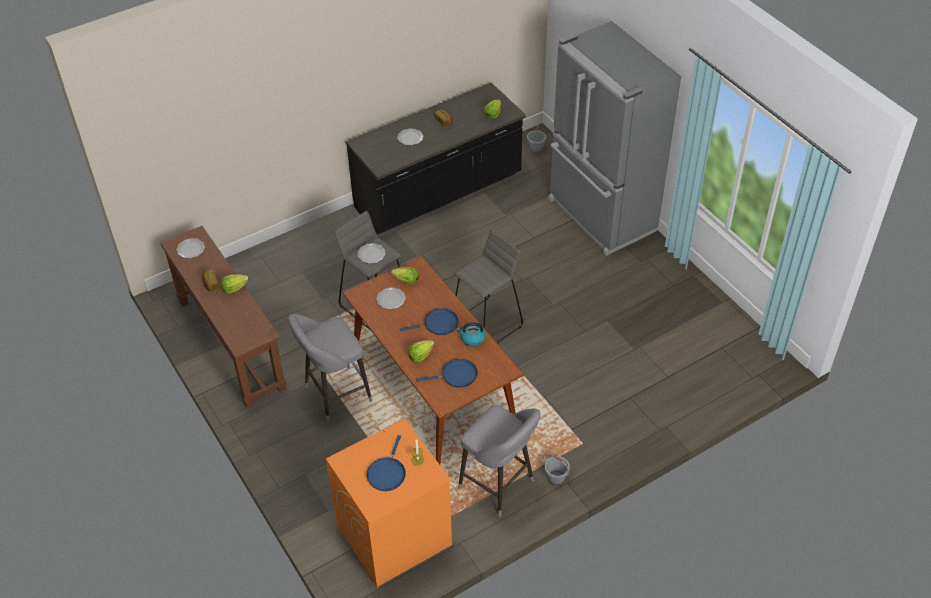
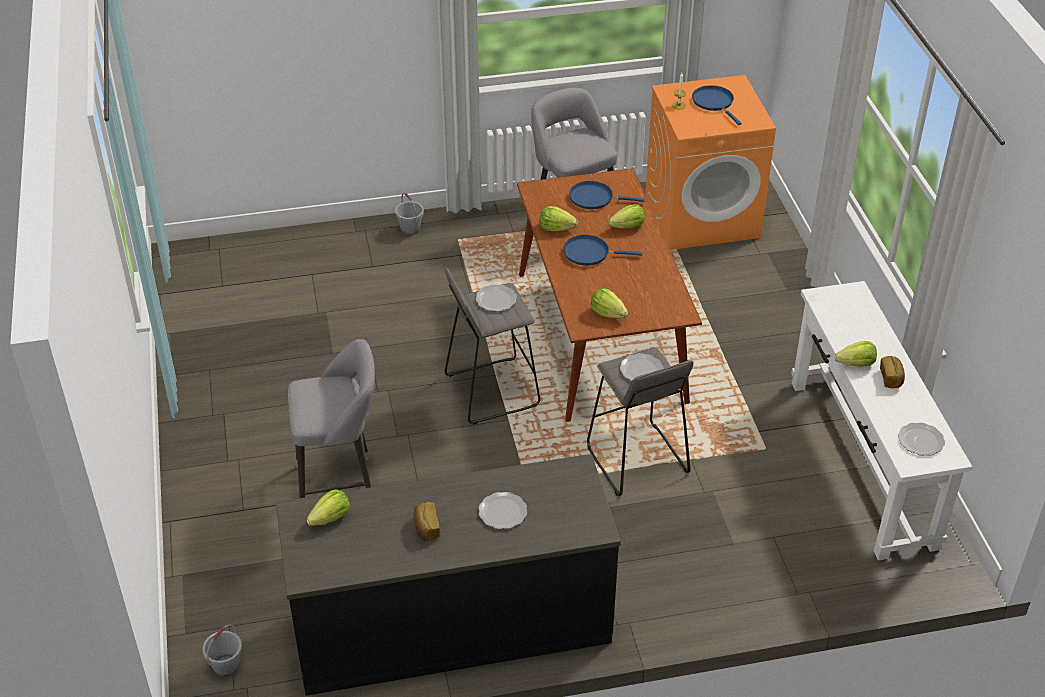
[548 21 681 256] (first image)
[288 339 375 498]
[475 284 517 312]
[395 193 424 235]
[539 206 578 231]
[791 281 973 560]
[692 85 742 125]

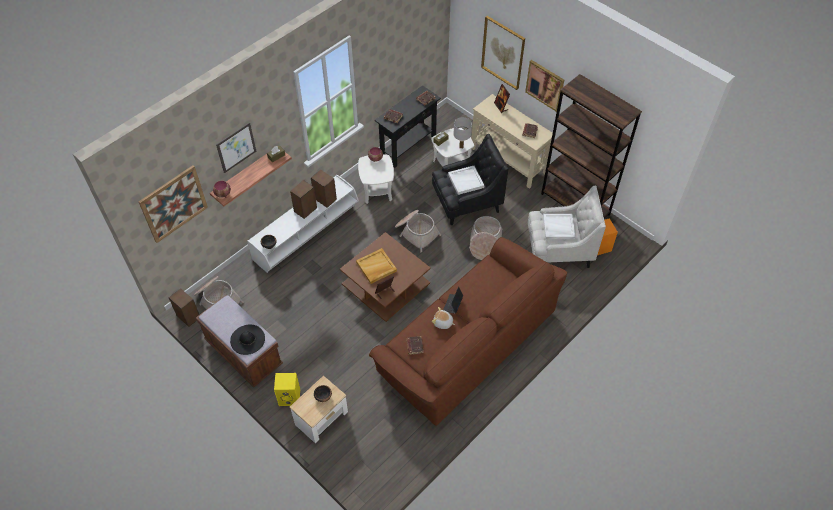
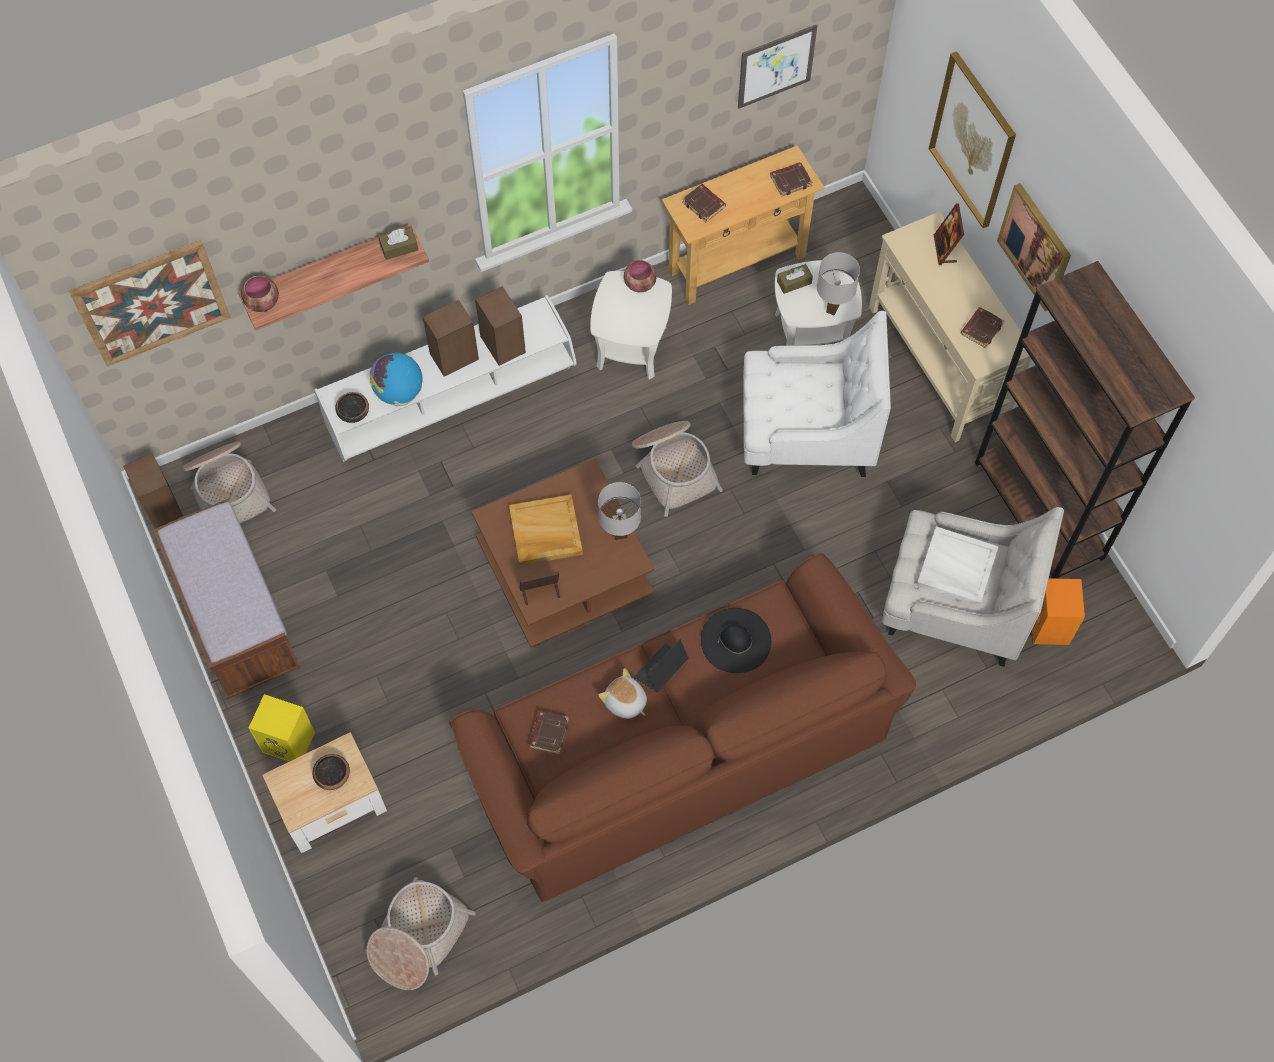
[448 166 484 195] (first image)
[370 353 423 406]
[598 482 641 540]
[738 25 817 109]
[701 608 771 673]
[367 877 476 990]
[662 145 825 305]
[743 311 891 477]

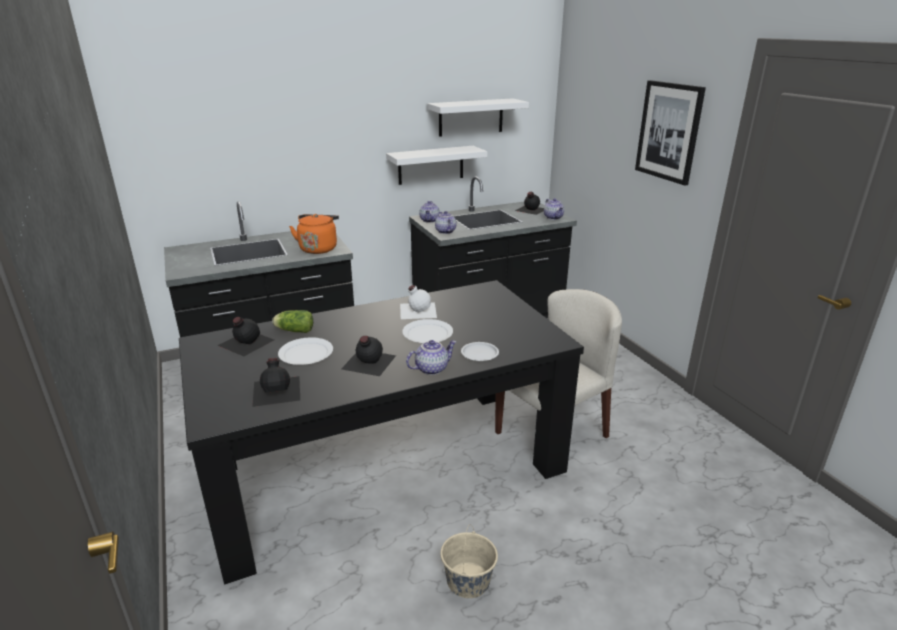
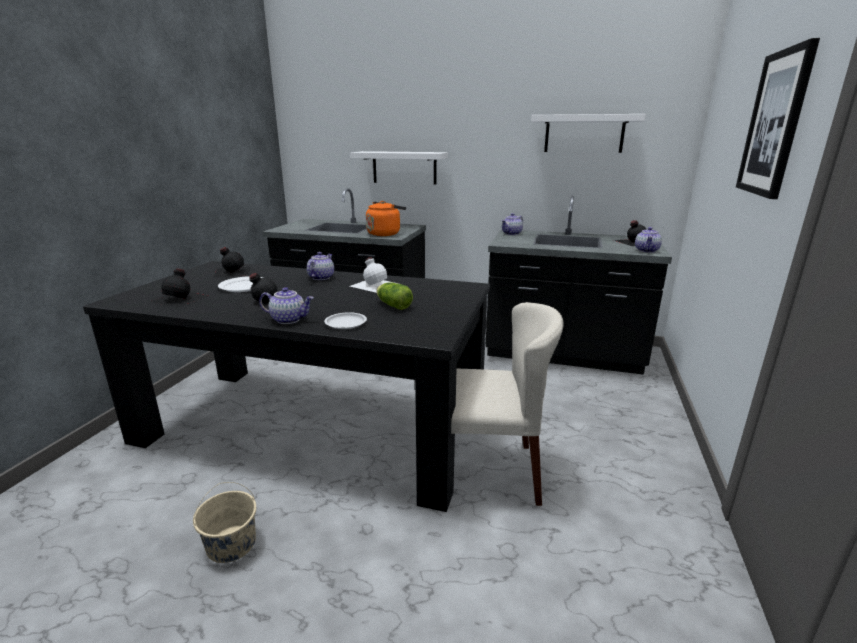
[402 319 453 343] (first image)
[376 283 413 310]
[350 151 448 184]
[307 252 334 280]

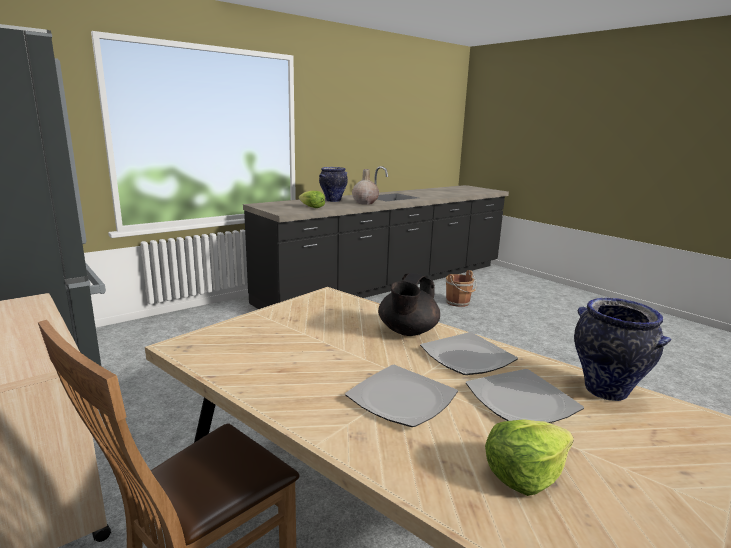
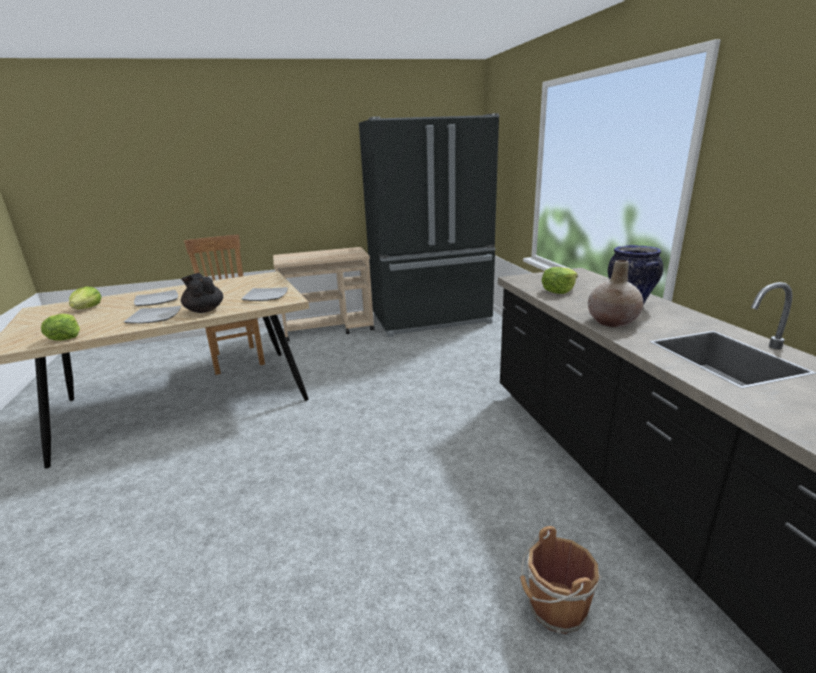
[242 287 288 301]
[41 313 80 341]

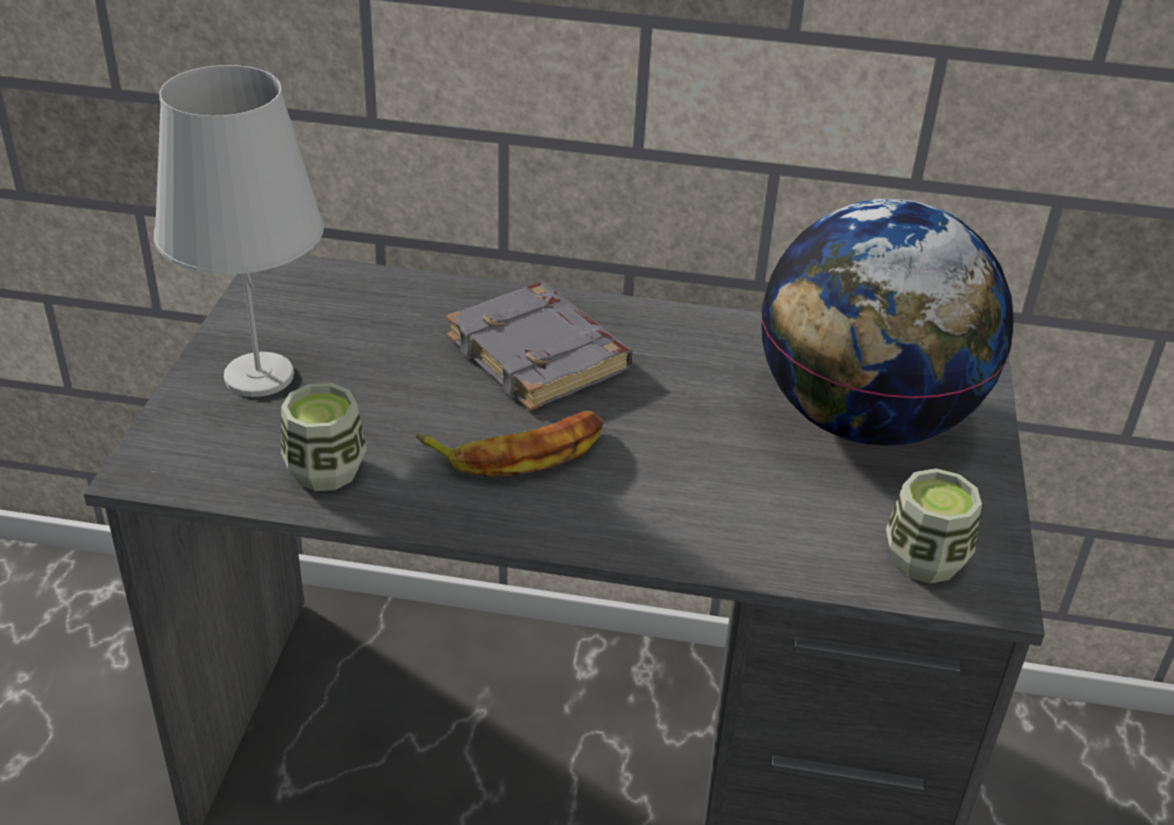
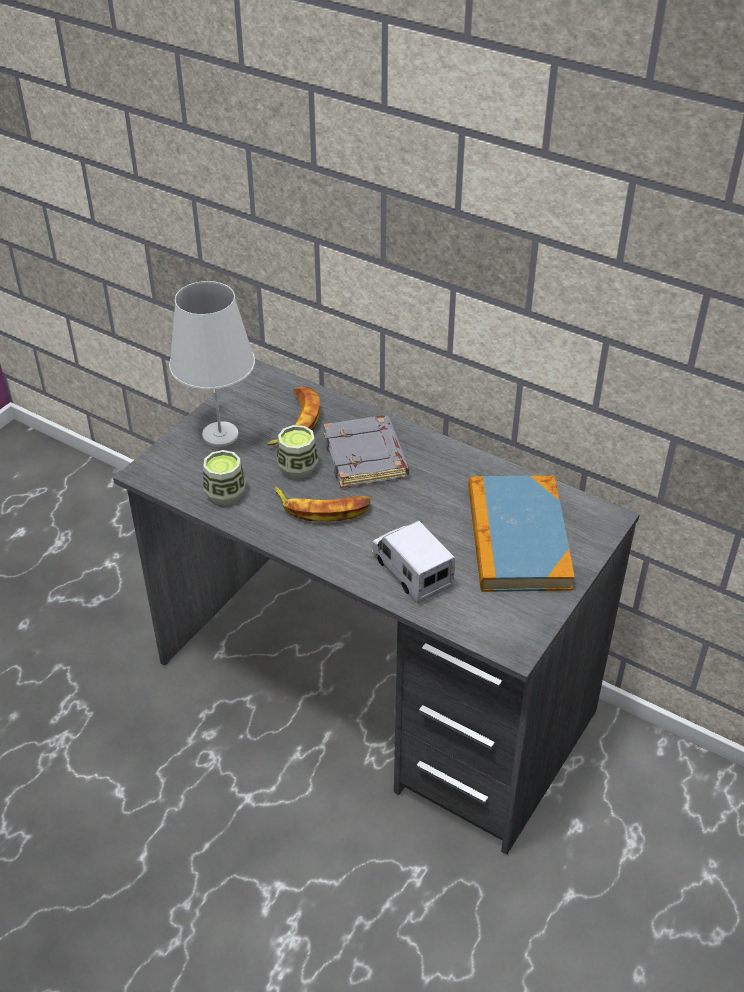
[267 386 320 445]
[371 521 455 604]
[277 425 318 479]
[468 476 575 592]

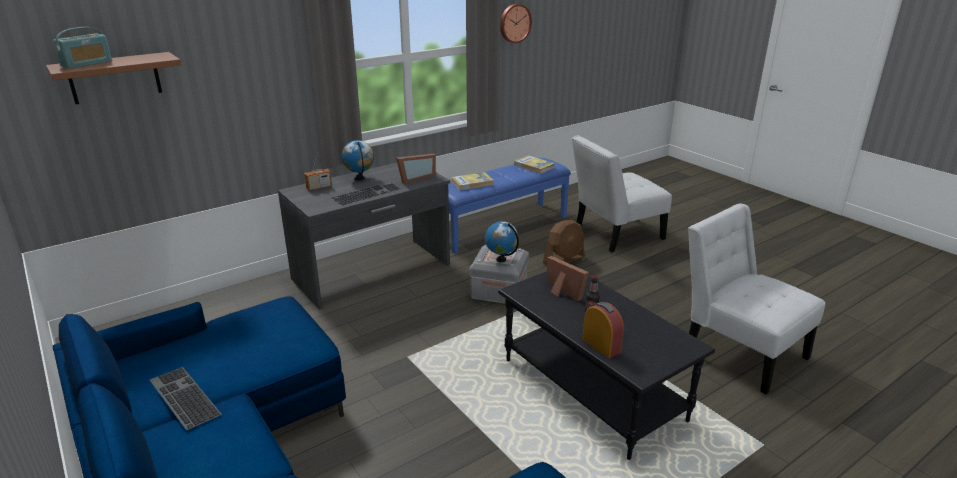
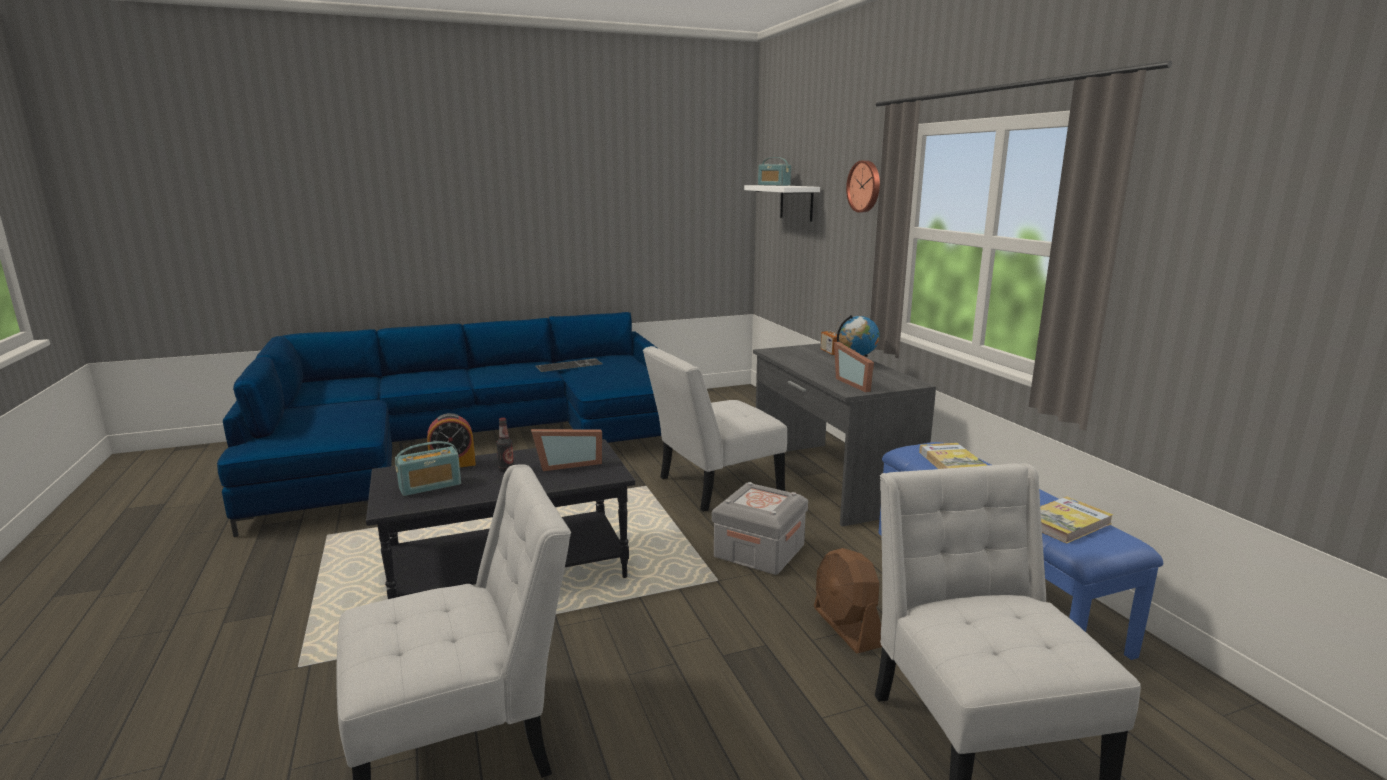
[331 181 401 206] (first image)
[485 221 519 262] (first image)
[395 441 461 496]
[643 346 787 512]
[846 160 880 213]
[744 185 820 221]

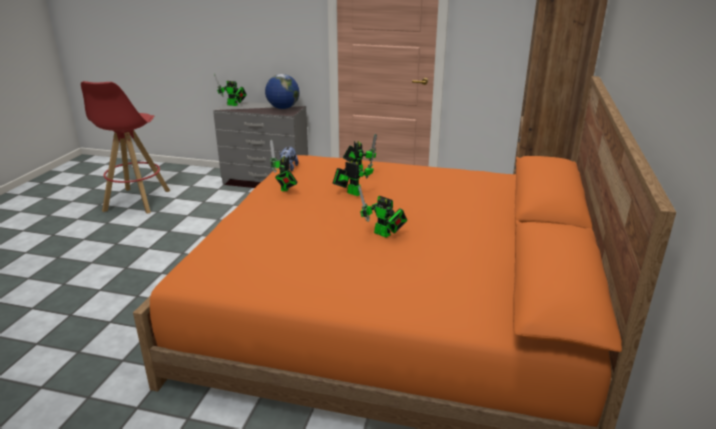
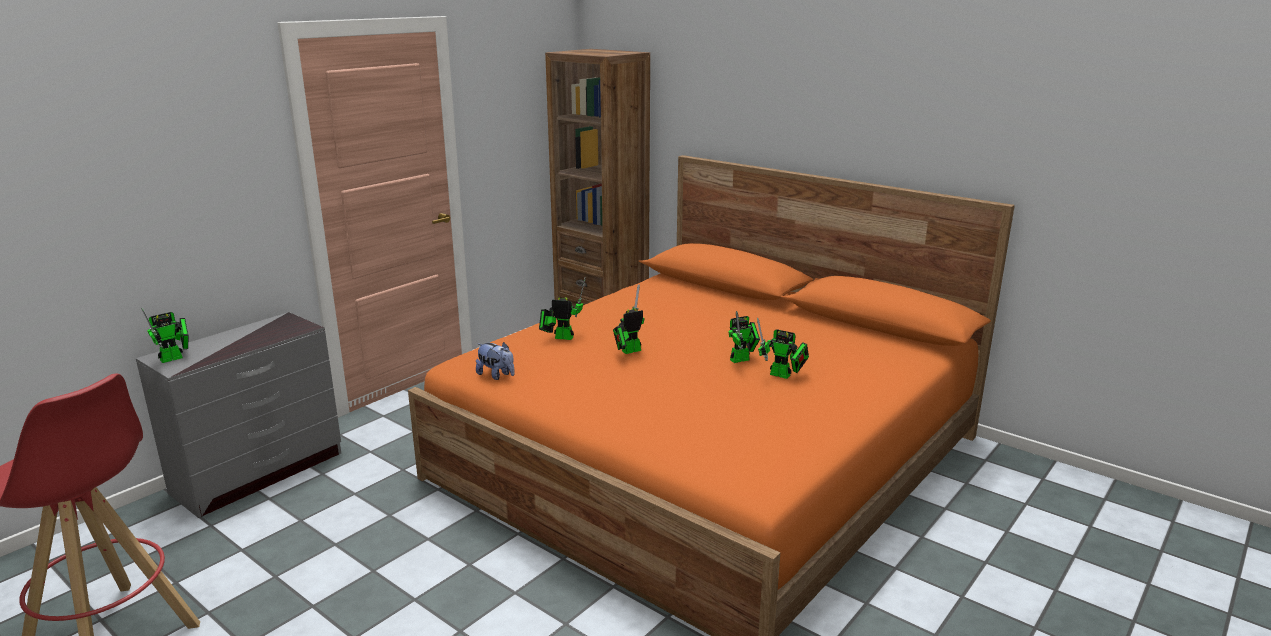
[265 74 300 109] (first image)
[757 318 809 379]

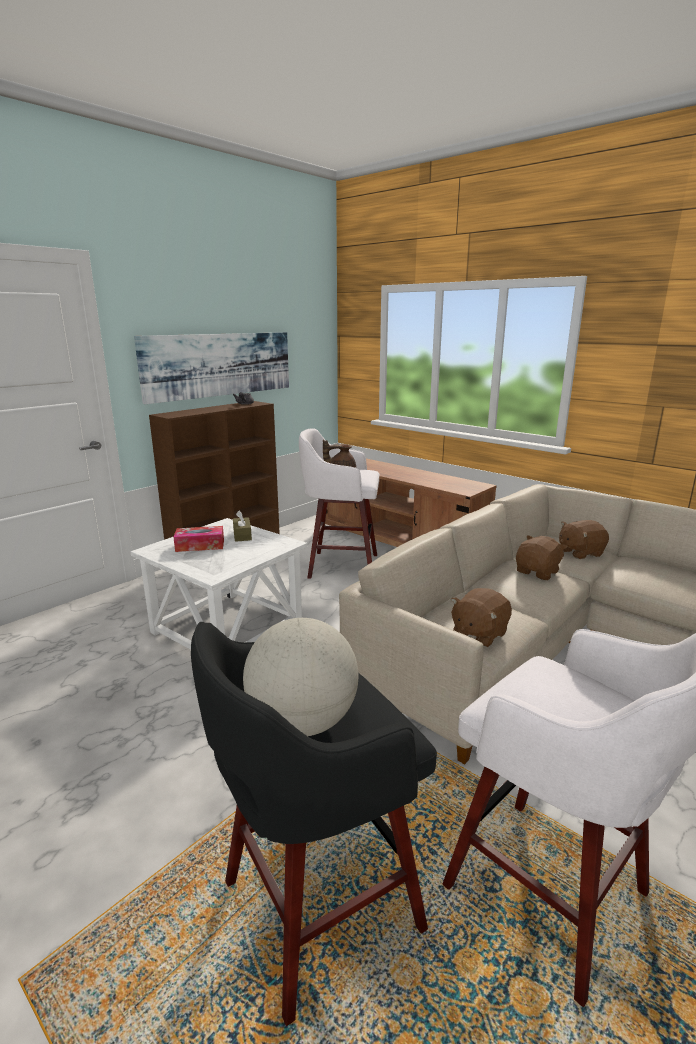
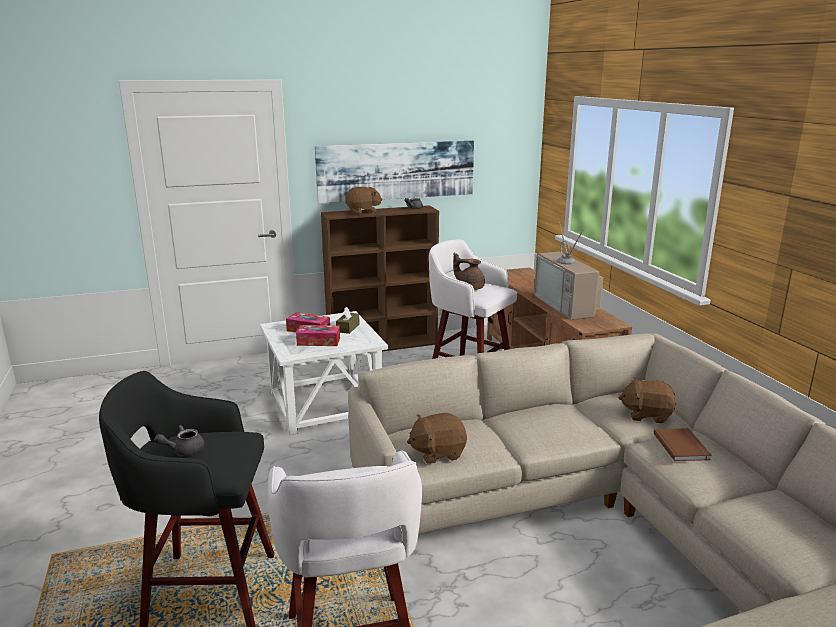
[296 325 340 346]
[534 218 603 320]
[654 428 712 461]
[345 187 383 214]
[154 425 205 456]

